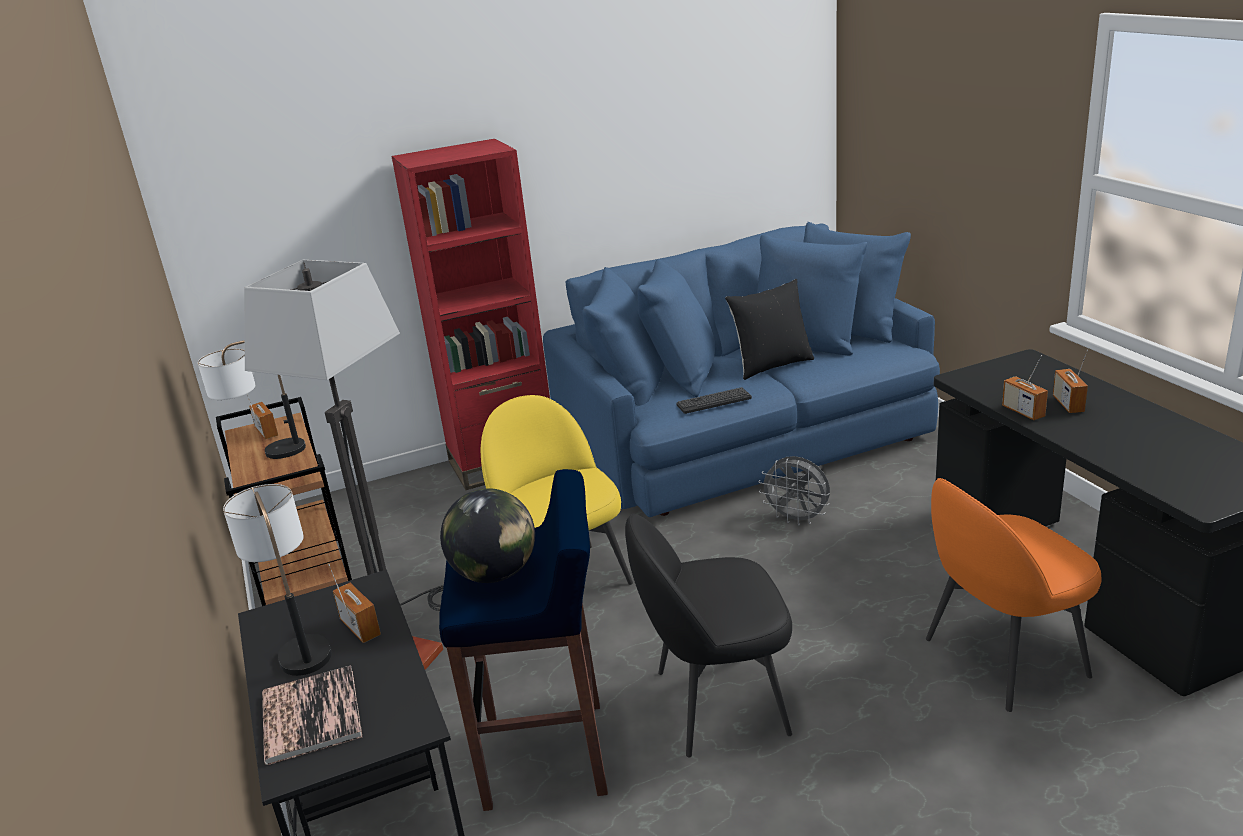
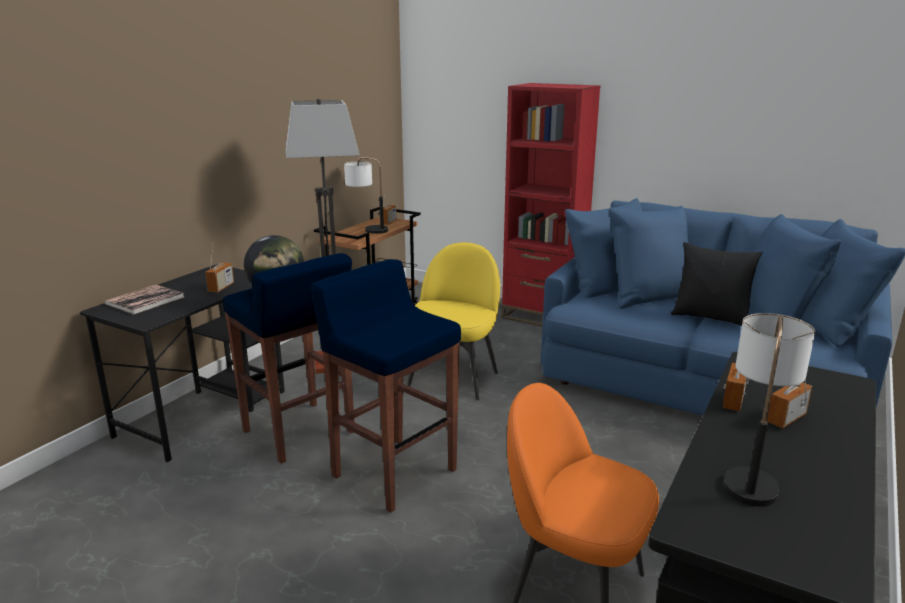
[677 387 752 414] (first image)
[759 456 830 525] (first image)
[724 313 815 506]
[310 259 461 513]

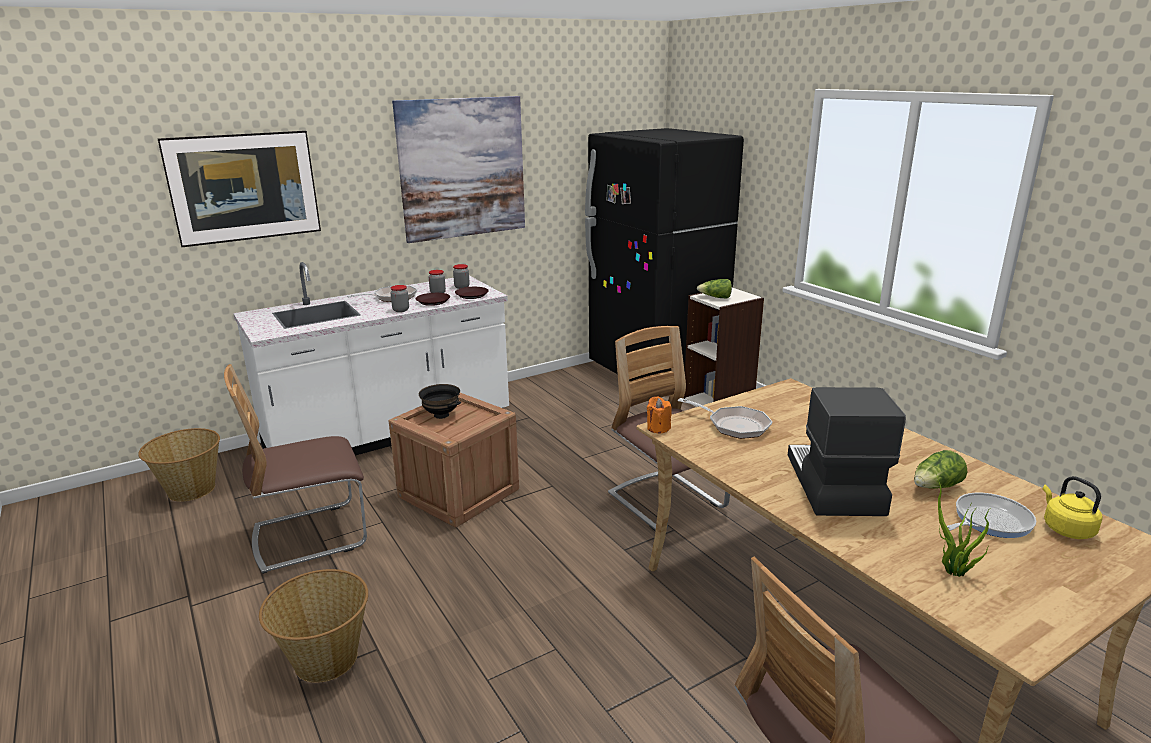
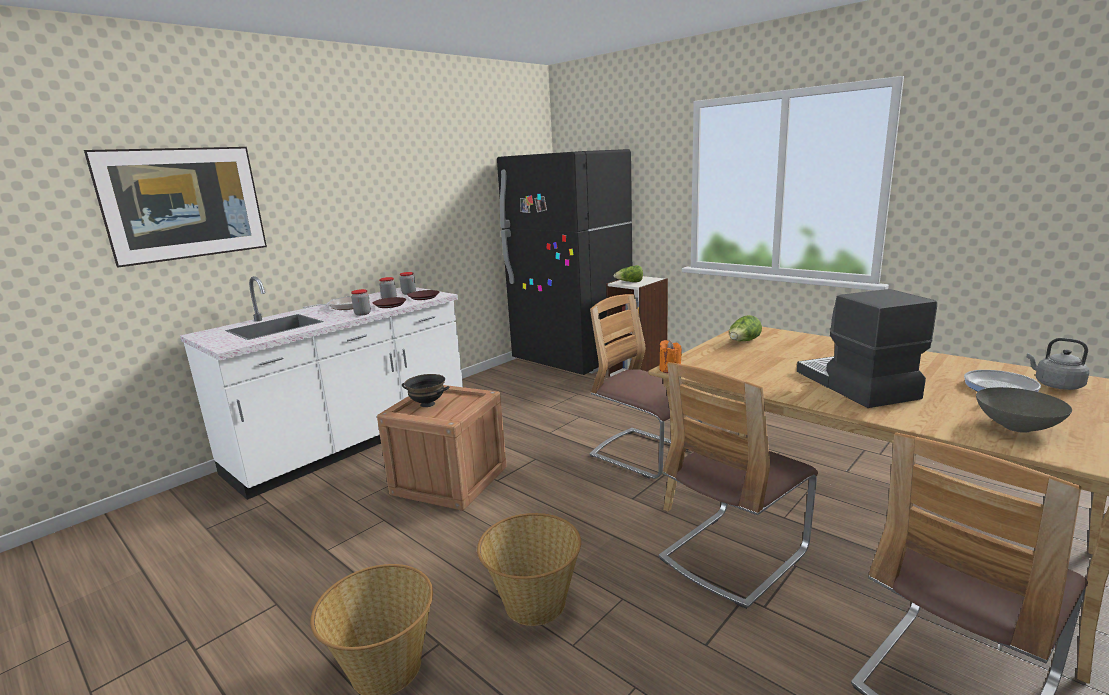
[392 96 525 243] (first image)
[678 398 772 439] (first image)
[477 513 581 626]
[659 362 818 609]
[729 315 762 341]
[976 387 1072 433]
[1027 338 1089 390]

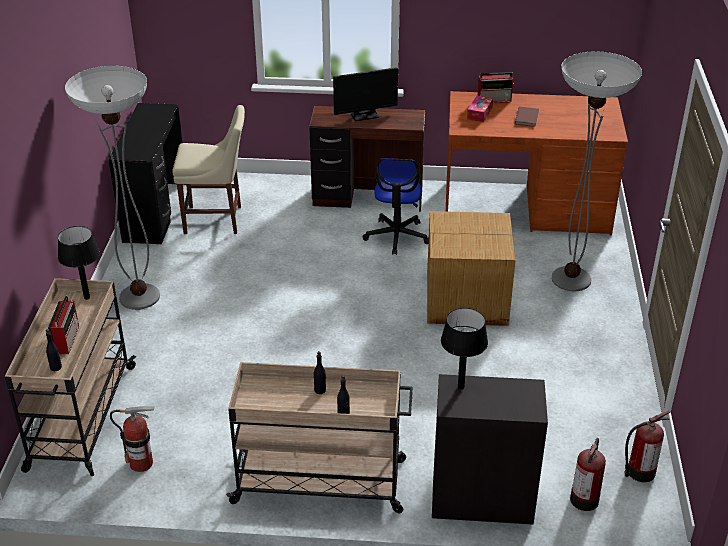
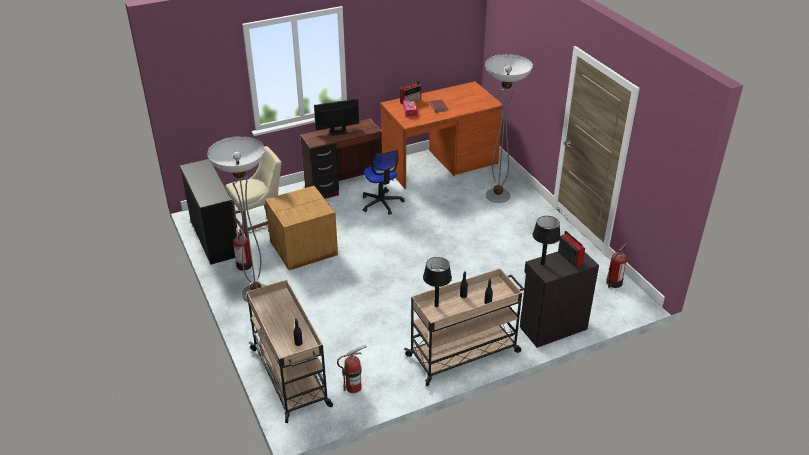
[558 231 585 267]
[423 257 452 307]
[265 185 338 270]
[233 229 252 271]
[314 99 359 136]

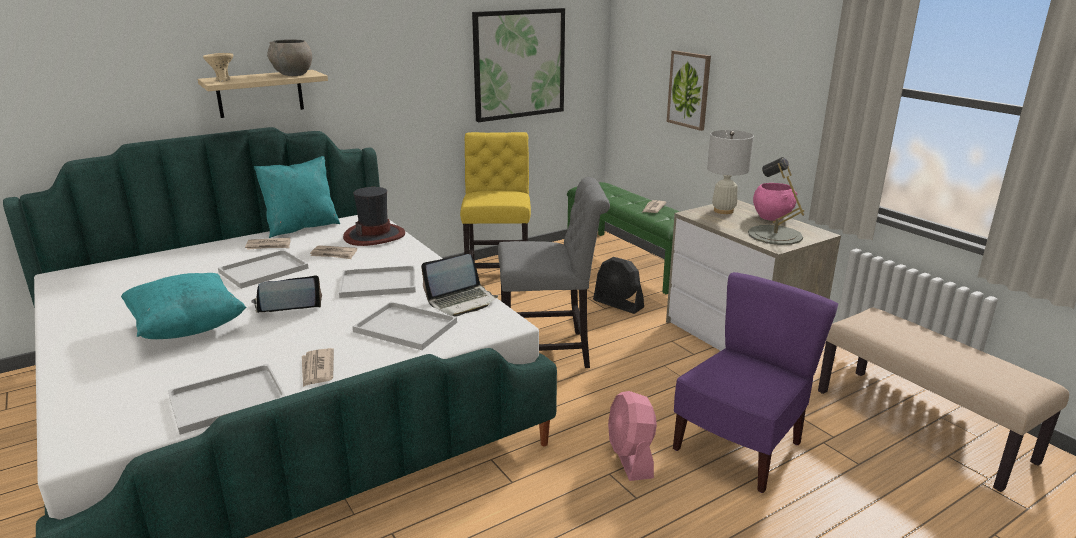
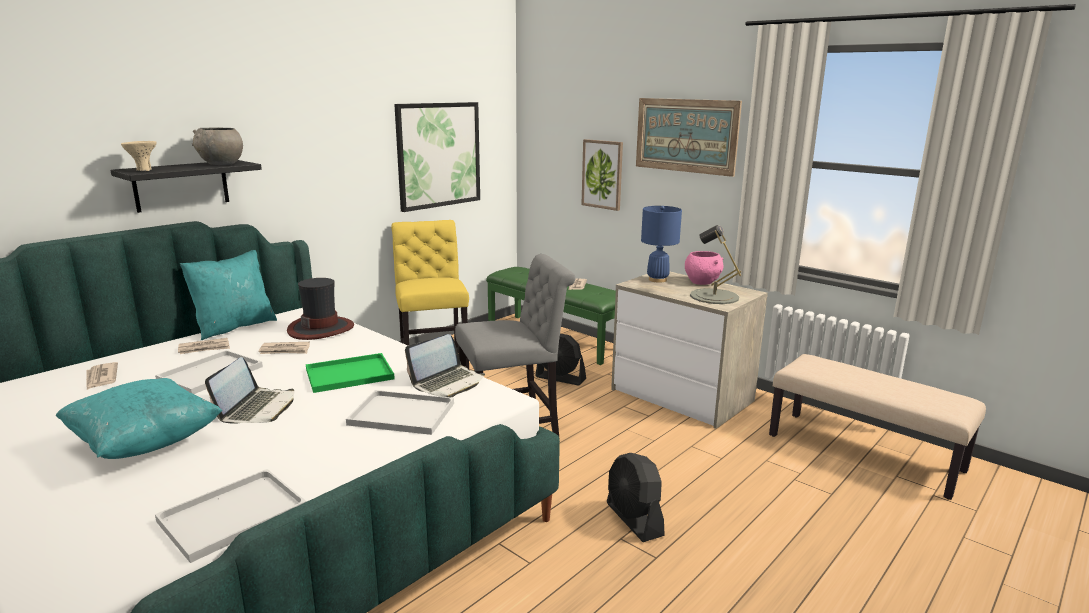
[673 272 839 493] (first image)
[636 98 742 177]
[86 362 118 390]
[110 160 262 213]
[306 353 395 393]
[607 453 665 542]
[641 206 682 283]
[205 357 294 424]

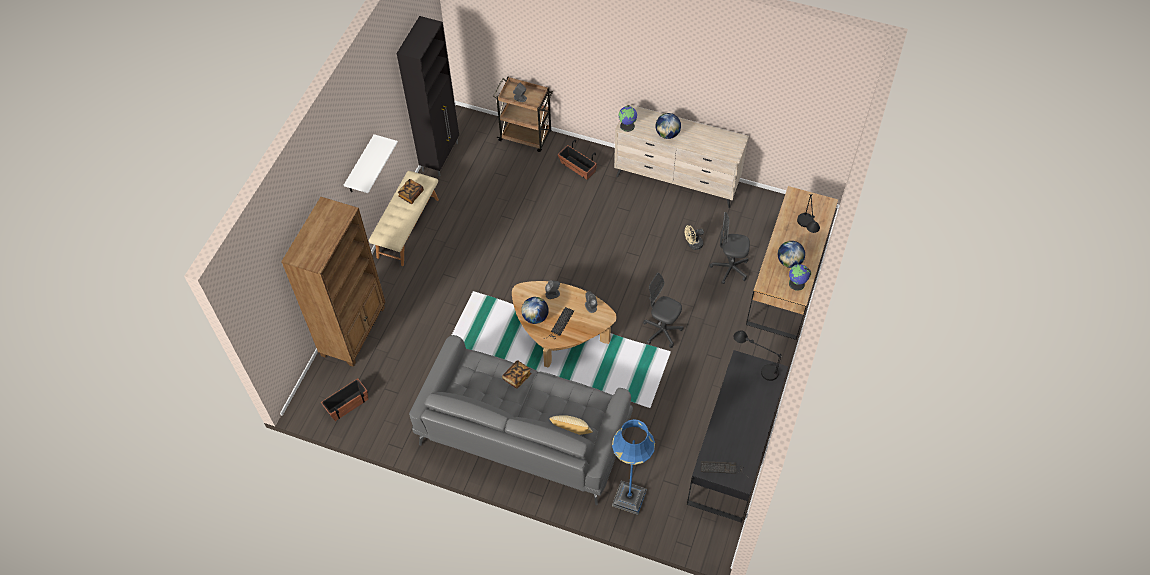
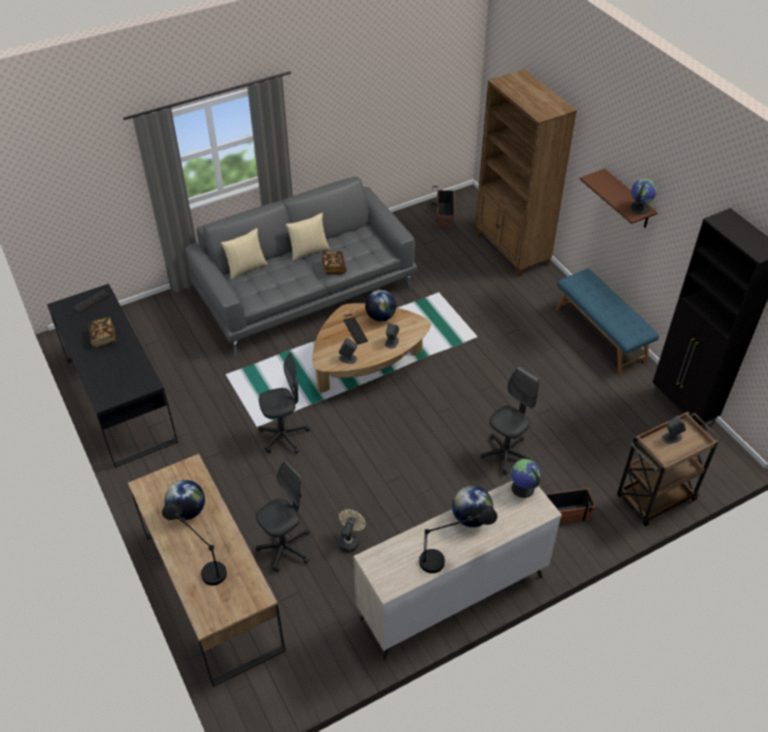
[612 419 655 515] (first image)
[285 213 330 261]
[480 367 539 475]
[88 317 116 348]
[419 506 497 573]
[630 178 657 214]
[580 169 658 228]
[555 269 659 375]

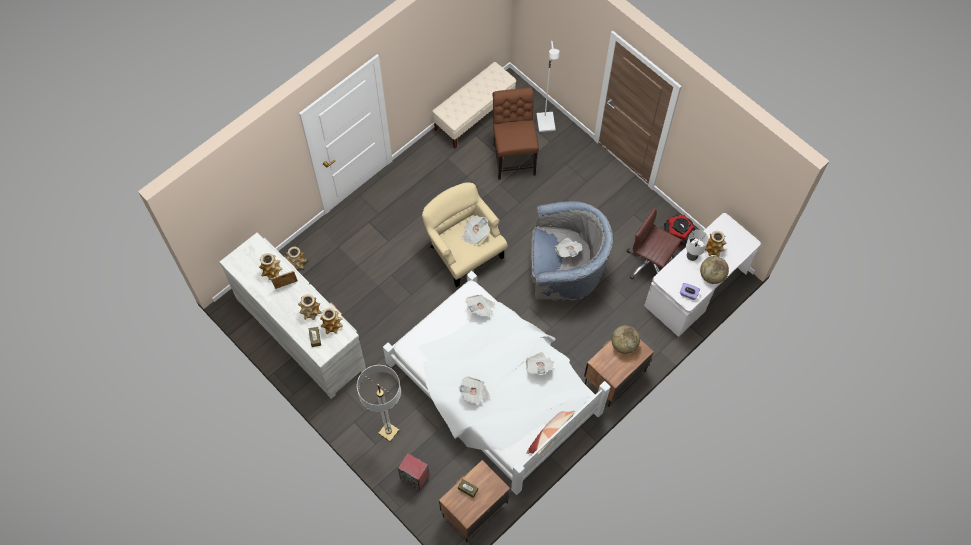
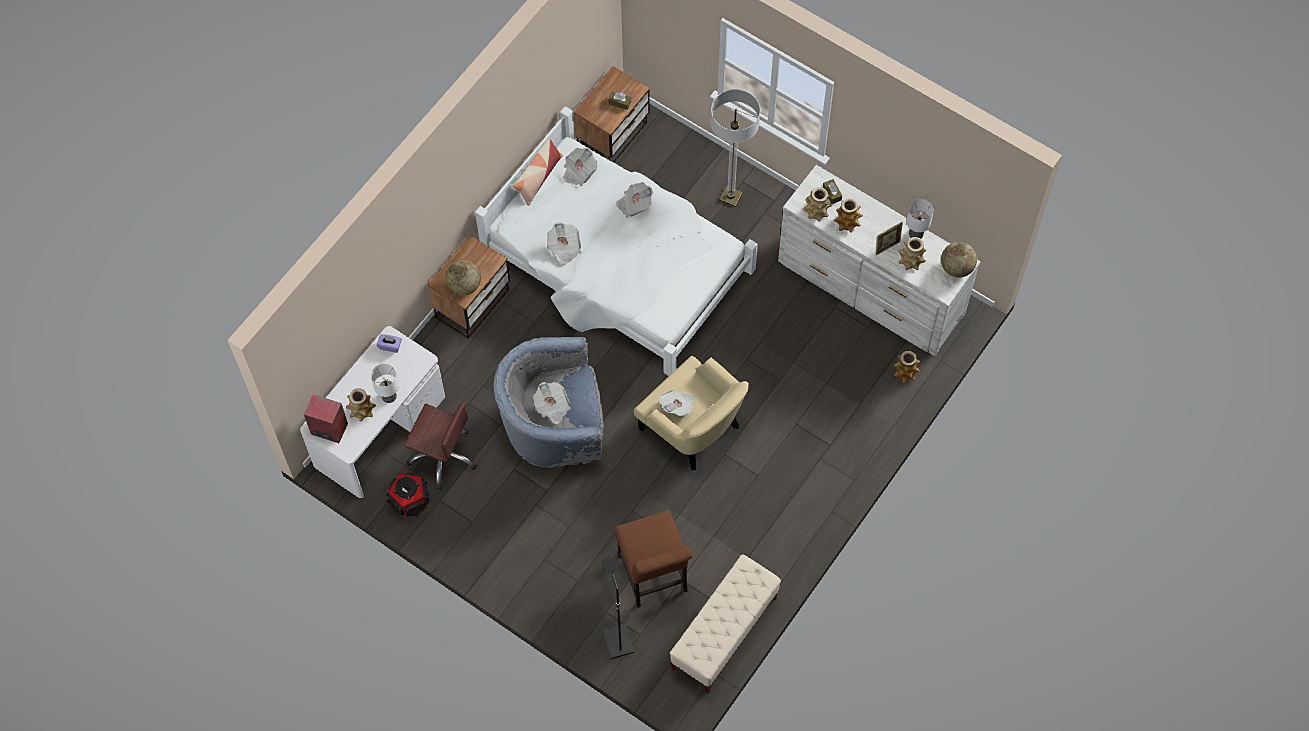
[907 199 934 239]
[304 394 348 443]
[562 148 597 186]
[941 242 977 278]
[602 557 634 659]

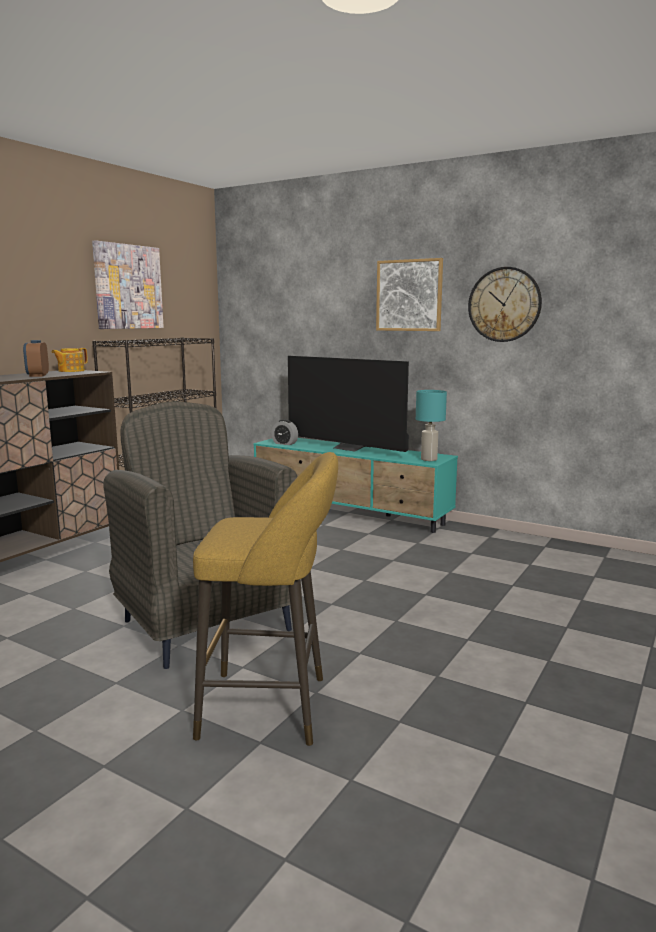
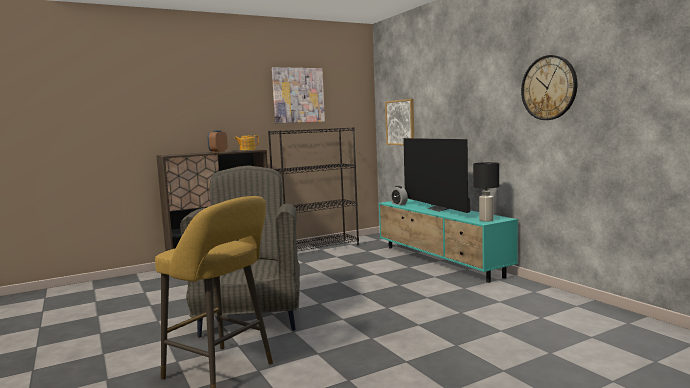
[385 99 414 145]
[473 162 499 222]

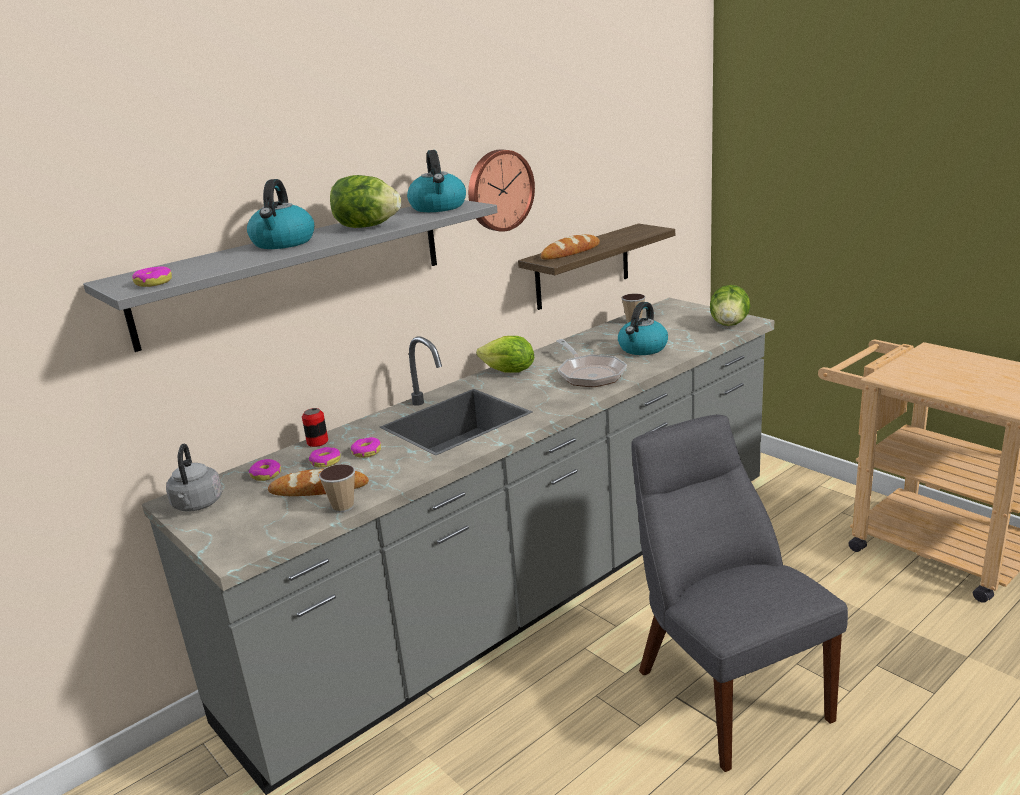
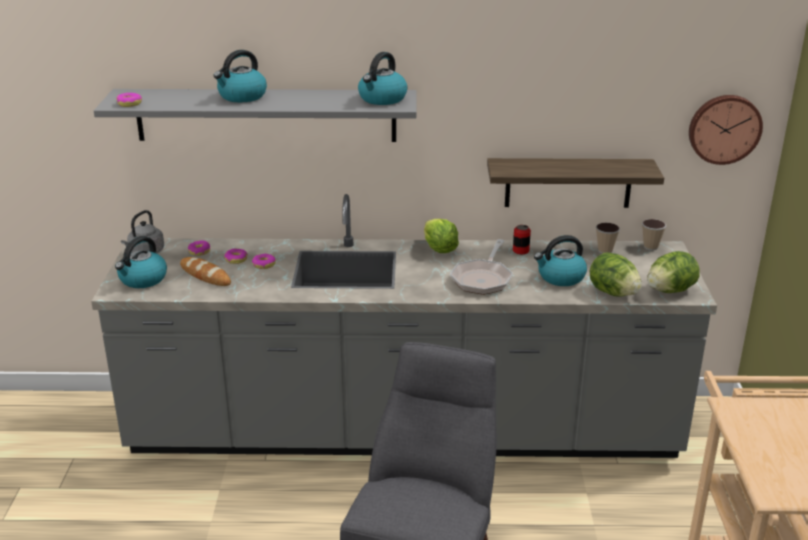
[541 234 600 260] (first image)
[115 236 167 288]
[513 225 531 254]
[642 219 666 250]
[590 252 642 297]
[689 95 763 165]

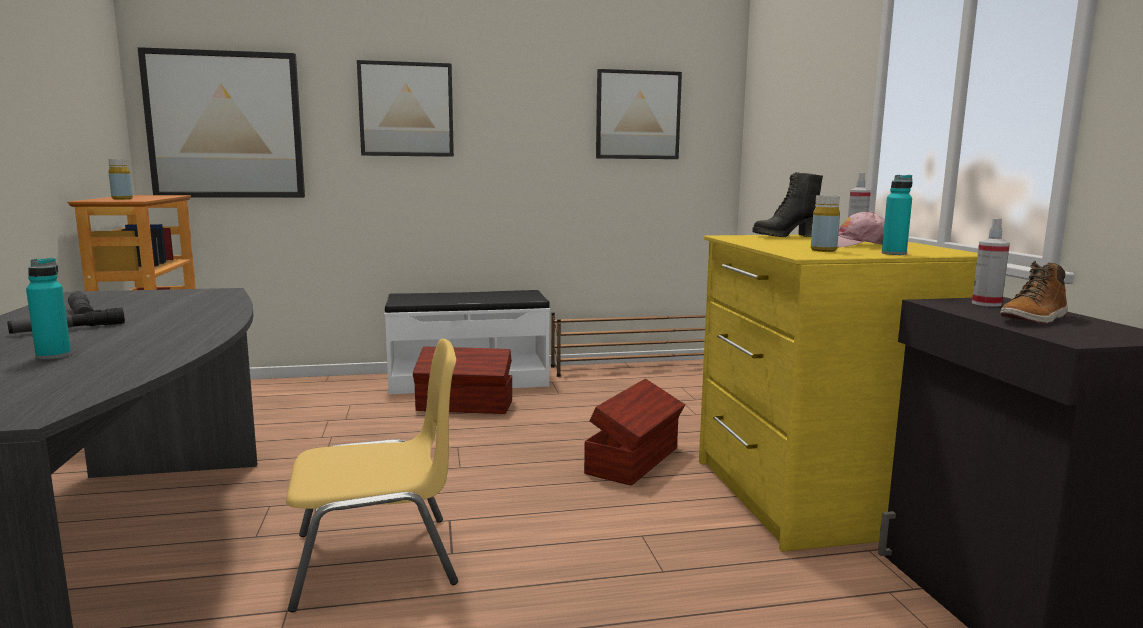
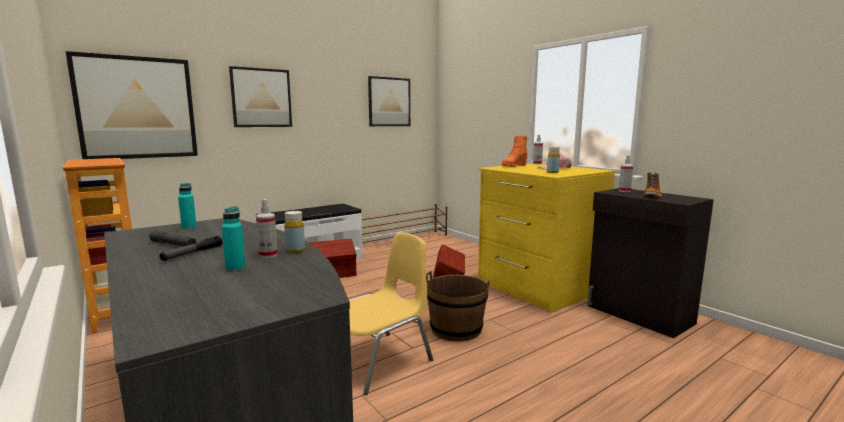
[256 199 278 258]
[426 271 490 341]
[284 211 305 253]
[178 183 197 229]
[502 135 527 167]

